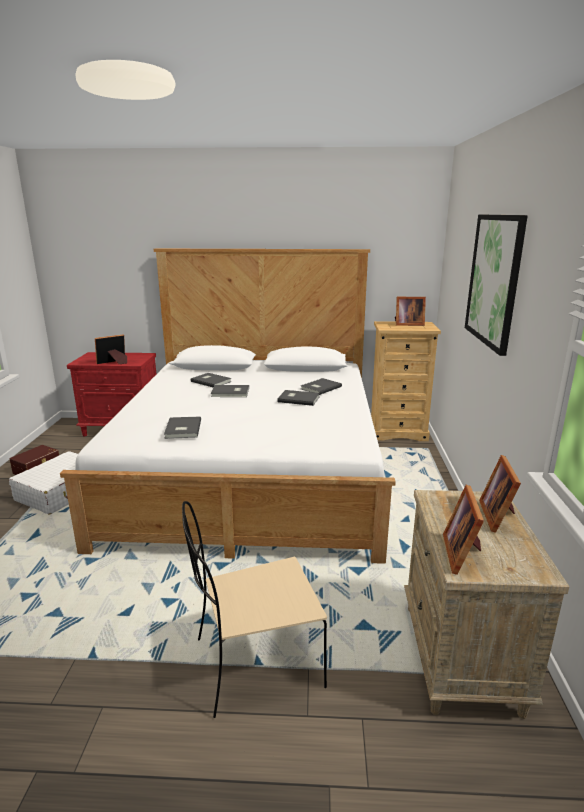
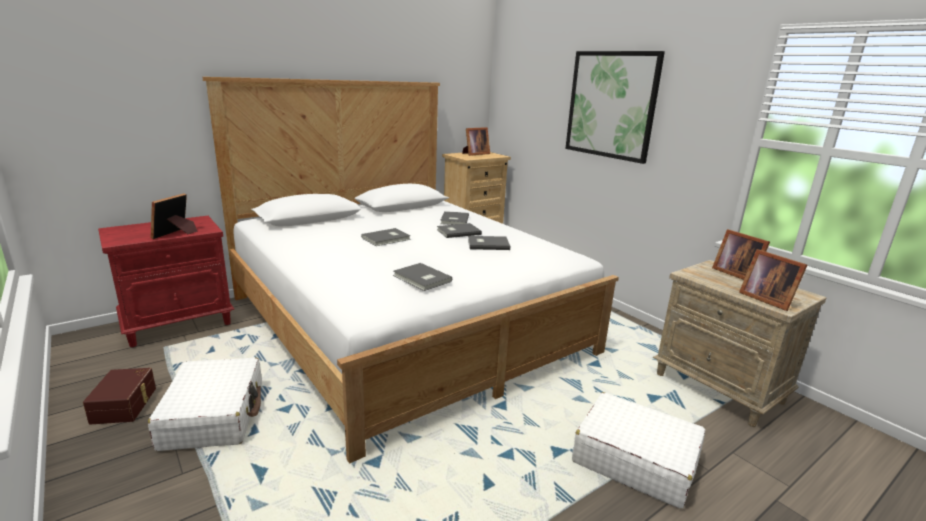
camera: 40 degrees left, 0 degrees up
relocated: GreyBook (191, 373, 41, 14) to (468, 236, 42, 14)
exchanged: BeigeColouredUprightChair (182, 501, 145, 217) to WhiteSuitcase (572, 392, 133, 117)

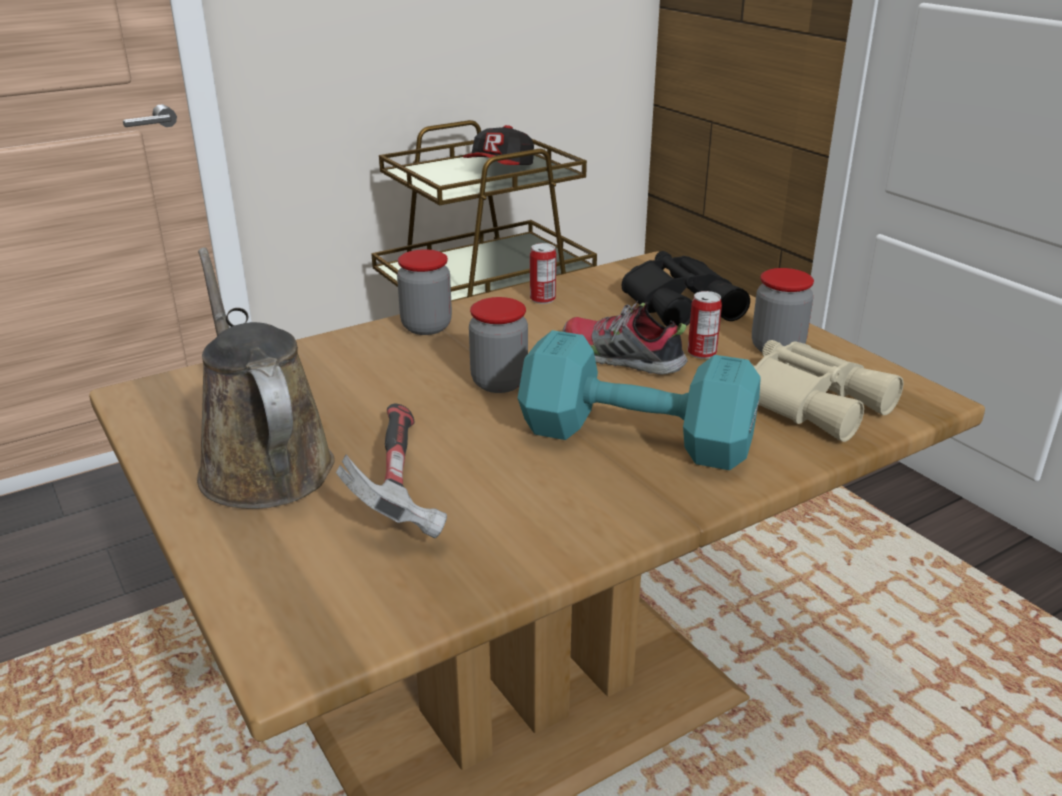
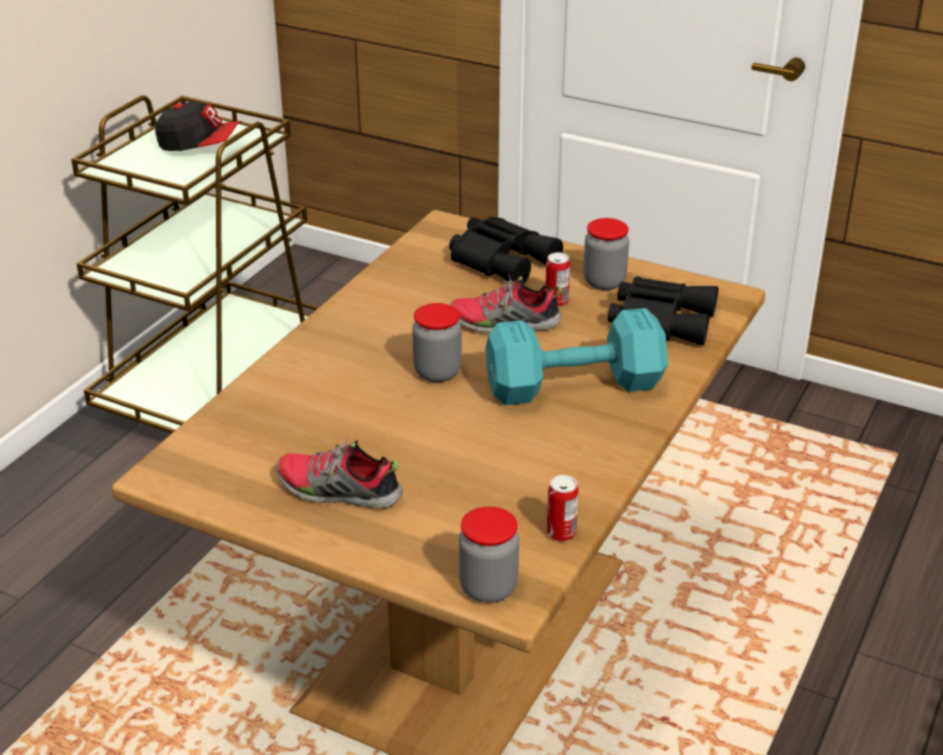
camera: 30 degrees left, 5 degrees up
missing: Hammer (336, 404, 111, 134)
relocated: Jar (397, 249, 55, 86) to (459, 506, 60, 97); Can (530, 243, 26, 61) to (546, 475, 33, 67)
exchanged: BrownSprinklingCan (197, 247, 138, 262) to LowShoe (276, 436, 127, 73)
colour: BeigeColouredBinoculars (751, 340, 153, 102) to BlackBinoculars (608, 276, 110, 70)
spun: BaseballCap (463, 125, 71, 40) = (155, 101, 87, 50) 75 degrees counterclockwise

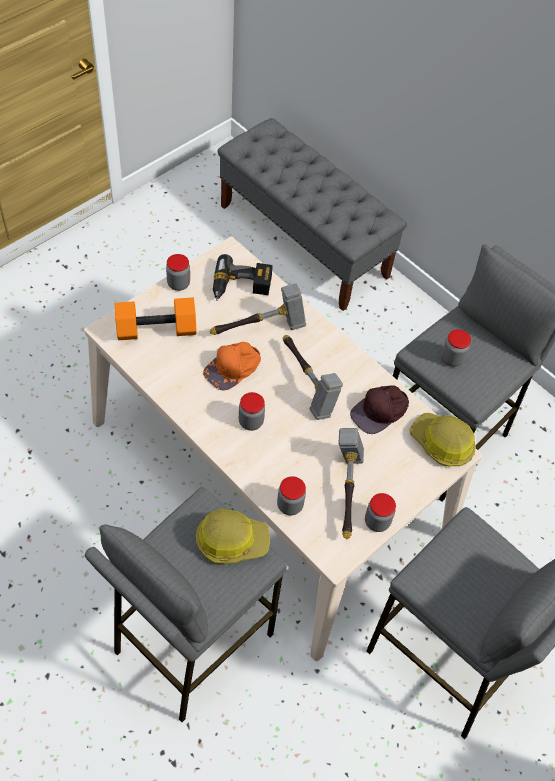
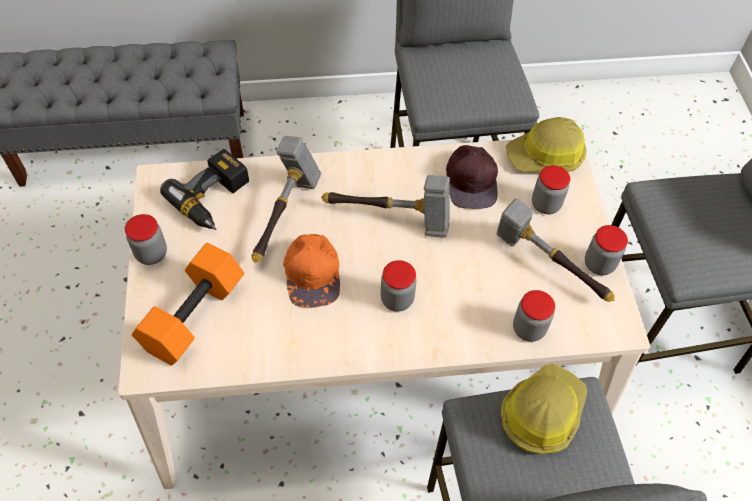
camera: 50 degrees left, 0 degrees up
relocated: Jar (441, 329, 30, 38) to (532, 165, 38, 49)

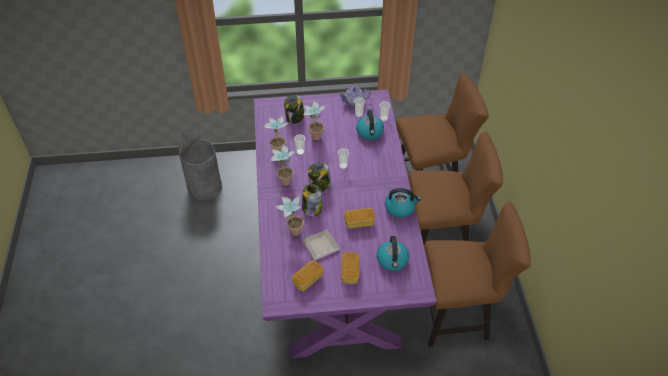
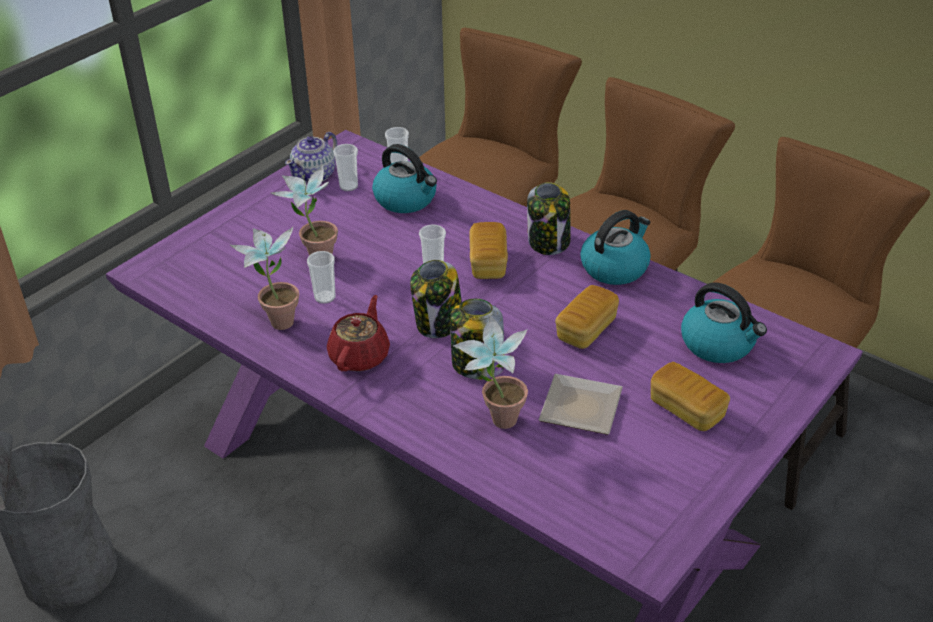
camera: 45 degrees left, 10 degrees down
relocated: BakeryBread (292, 260, 31, 31) to (469, 222, 39, 57); Jar (284, 95, 20, 29) to (527, 182, 44, 73)
exchanged: PottedPlant (271, 144, 25, 42) to ReddishPotForTea (327, 295, 63, 76)

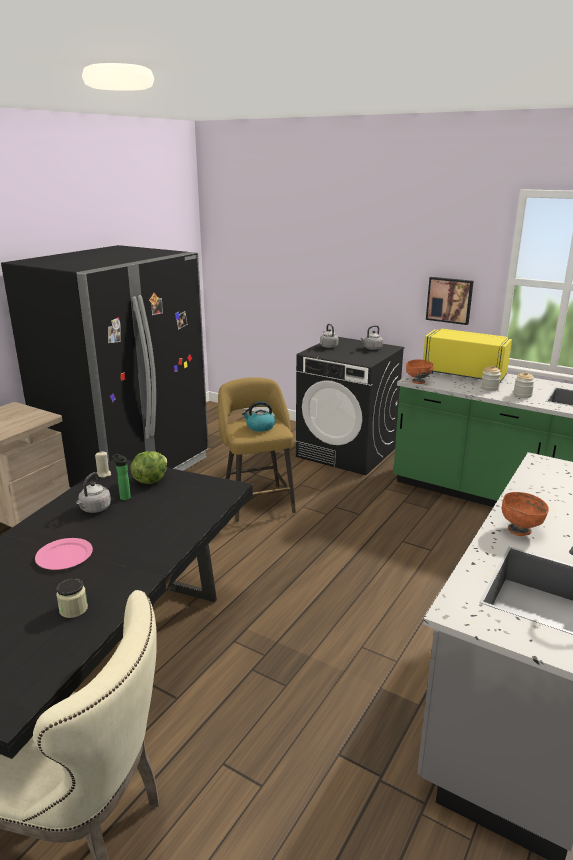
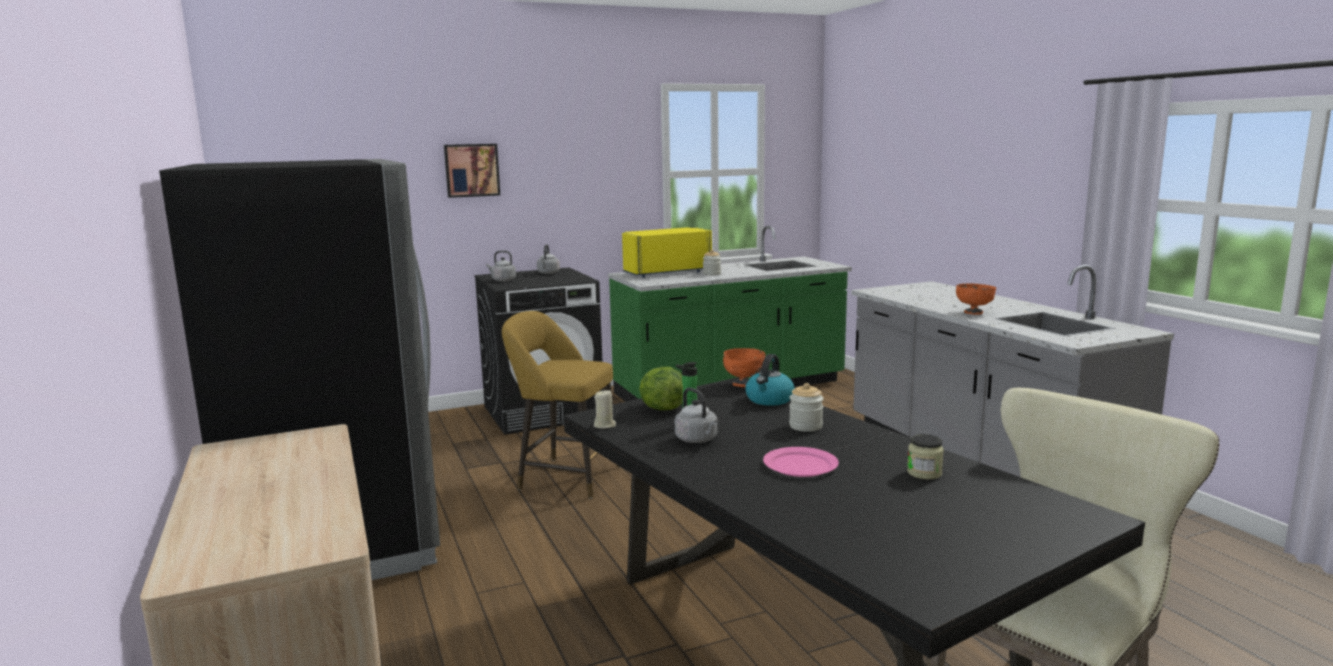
camera: 55 degrees left, 10 degrees down
relocated: Picture (426, 277, 48, 48) to (444, 144, 56, 54); OrangeColouredServingBowl (406, 359, 27, 25) to (723, 348, 43, 39); TeaKettle (242, 401, 33, 31) to (745, 354, 50, 52); Jar (513, 372, 22, 26) to (789, 383, 35, 49)

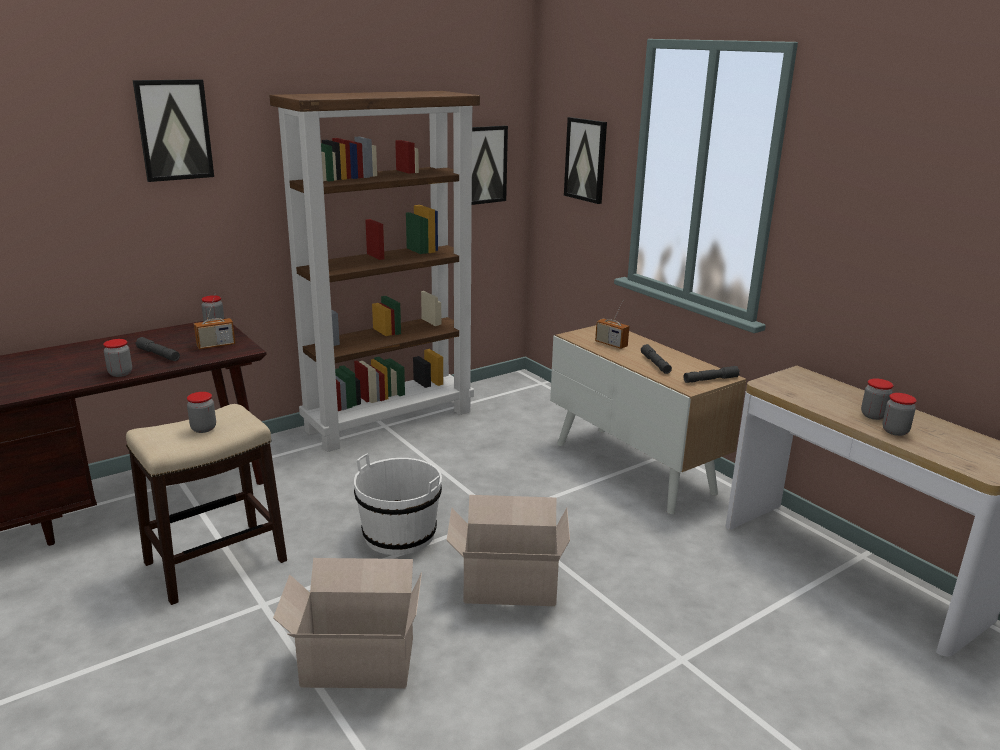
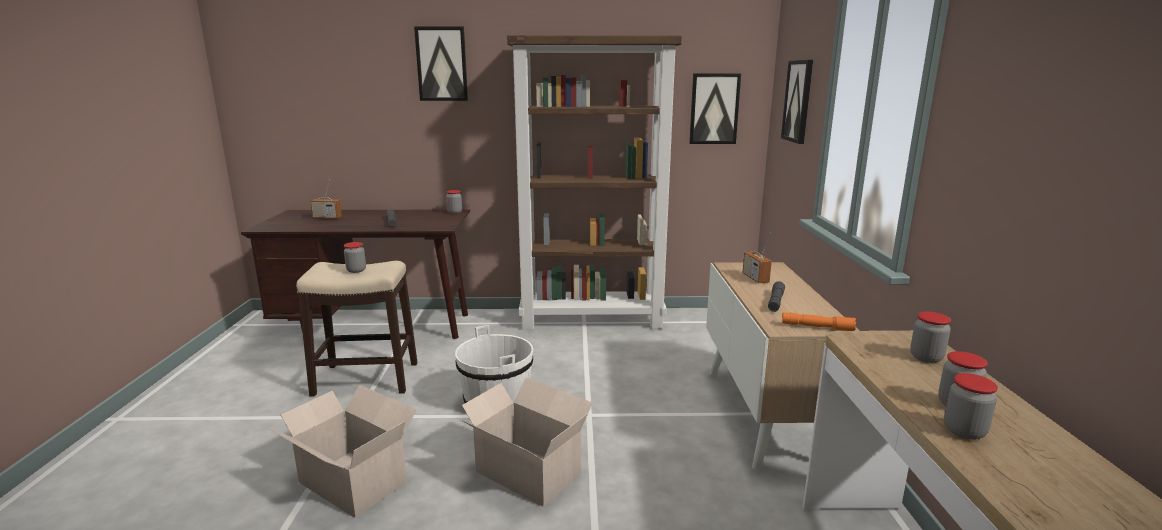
camera: 35 degrees right, 5 degrees down
relocated: Radio (194, 293, 41, 56) to (310, 179, 32, 40); Jar (103, 339, 29, 38) to (910, 312, 41, 51)
colour: GreyFlashlight (684, 366, 55, 17) to OrangeColouredFlashlight (782, 312, 74, 19)

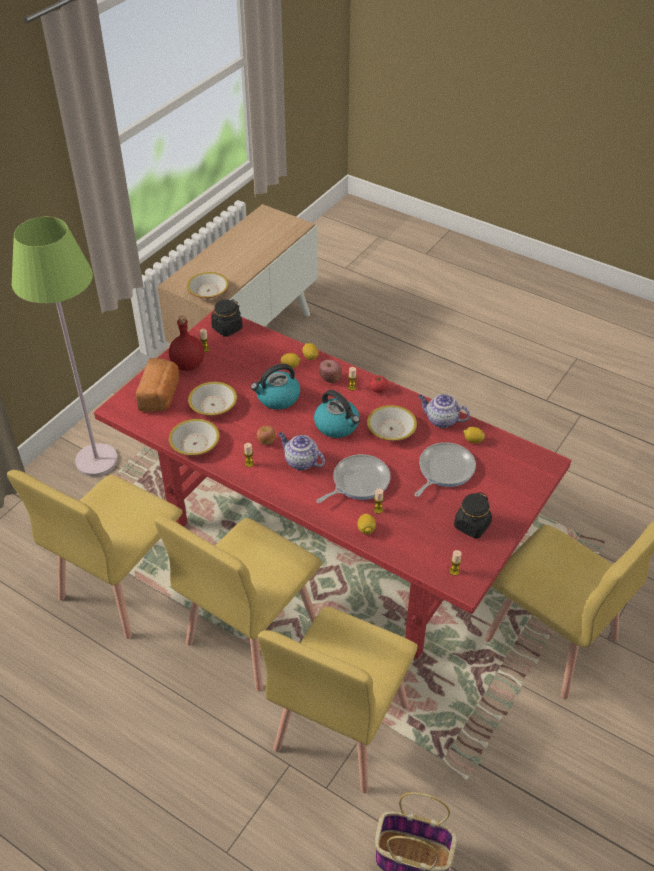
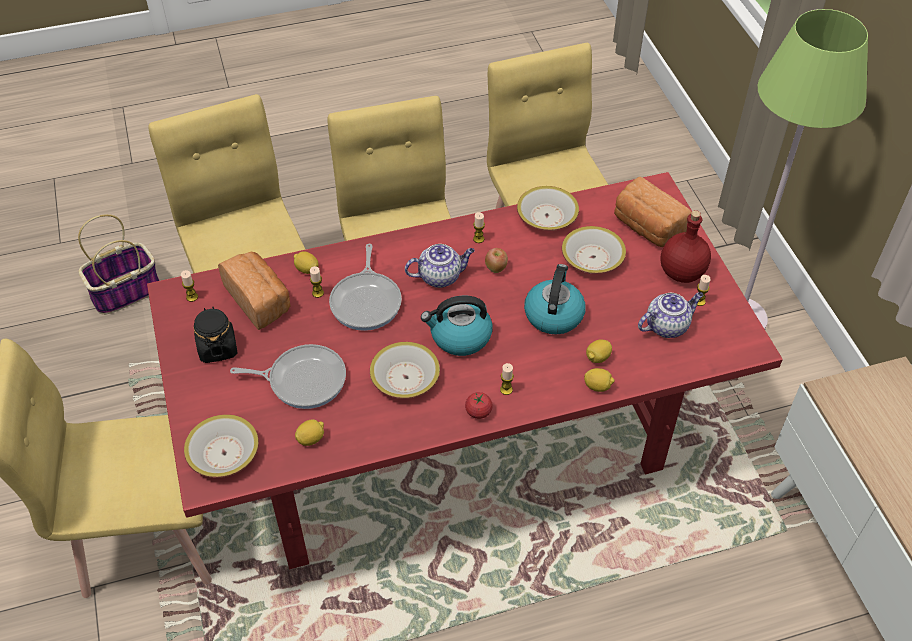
camera: 130 degrees right, 5 degrees up
missing: BlackJar (211, 299, 31, 38); WholeApple (319, 360, 23, 23)
appeared: BakeryBread (218, 252, 72, 78)
relocated: ServingBowl (187, 272, 42, 27) to (184, 414, 75, 64); PotForTea (418, 394, 52, 34) to (638, 292, 66, 46)
spun: FryingPan (414, 442, 62, 55) = (230, 344, 116, 65) 75 degrees counterclockwise

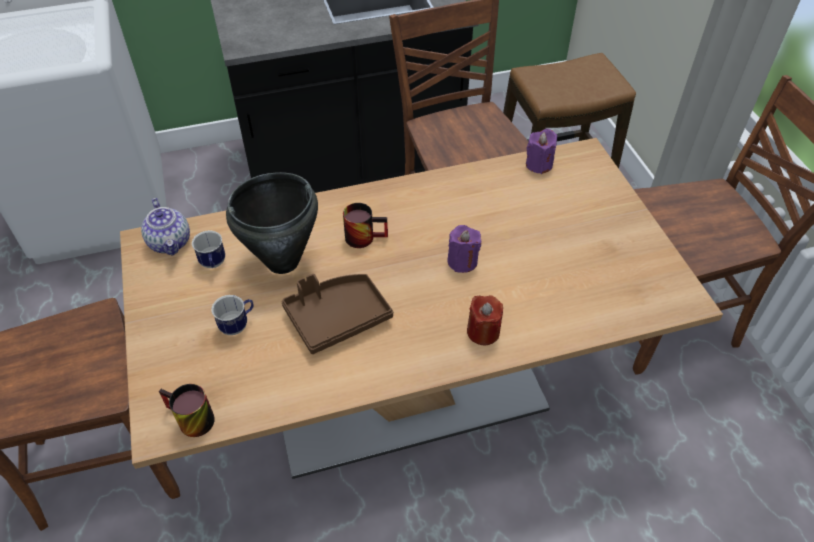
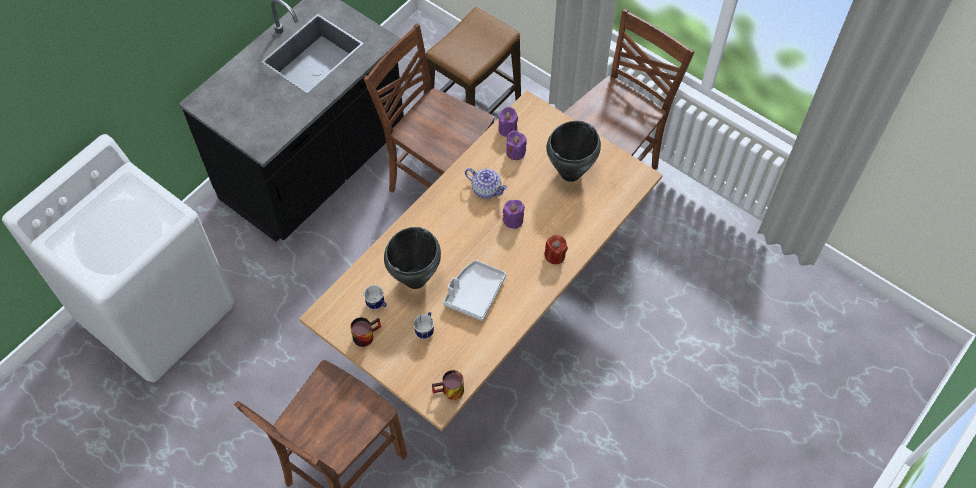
camera: 35 degrees left, 10 degrees up
appeared: PurplishWaxCandle (506, 130, 21, 30); BlackSaucepot (546, 121, 55, 61)
relocated: CoffeeMug (343, 203, 45, 45) to (350, 317, 31, 30); PotForTea (141, 198, 49, 58) to (465, 168, 43, 31)
colour: BrownTray (282, 274, 111, 80) to GreyTray (443, 260, 63, 61)

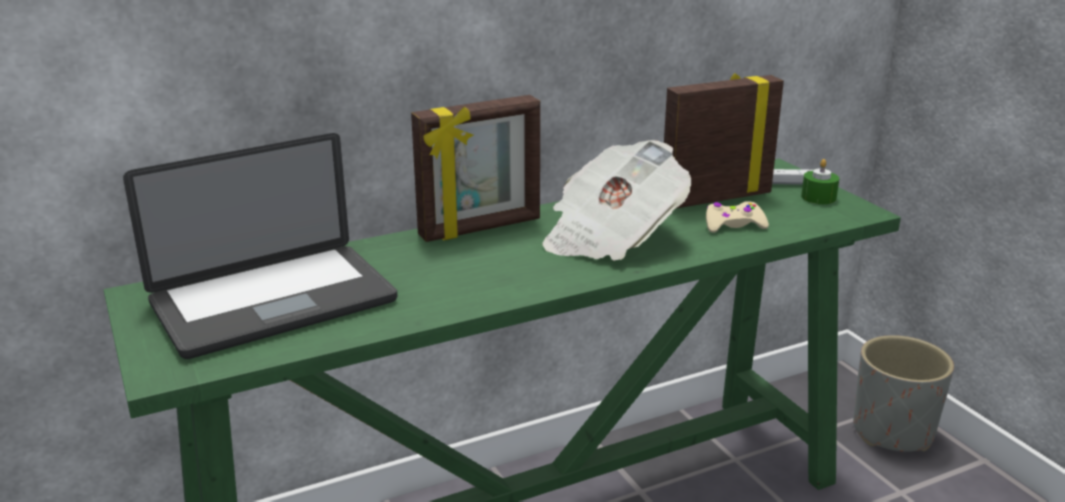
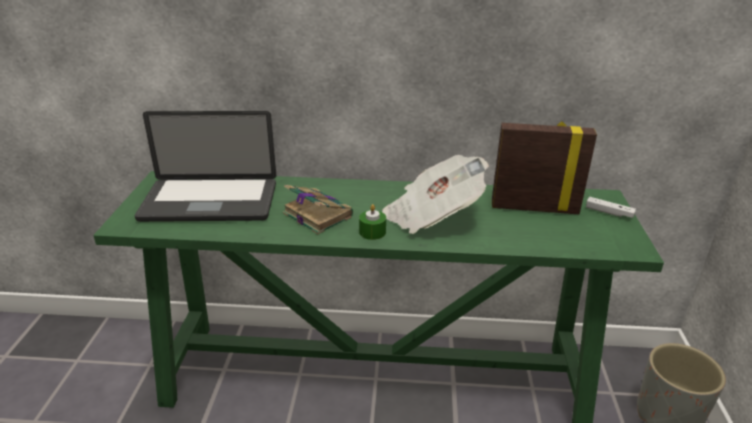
camera: 30 degrees right, 5 degrees up
missing: PictureFrame (411, 95, 129, 147); BeigeColouredGameController (706, 201, 63, 32)
appeared: Book (283, 185, 70, 49)
relocated: GreenishWaxCandle (801, 159, 38, 45) to (359, 204, 27, 36)

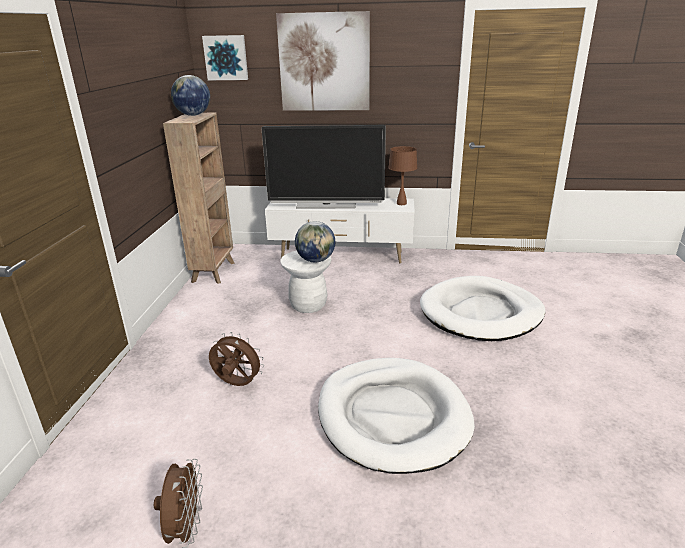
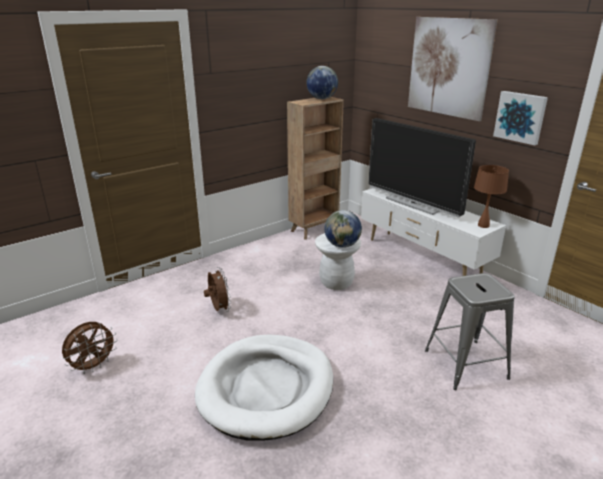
camera: 45 degrees right, 0 degrees up
relocated: Picture (202, 35, 46, 45) to (493, 91, 55, 54)
exchanged: WhitePetBed (420, 276, 126, 65) to GreySittingStool (425, 273, 90, 117)

